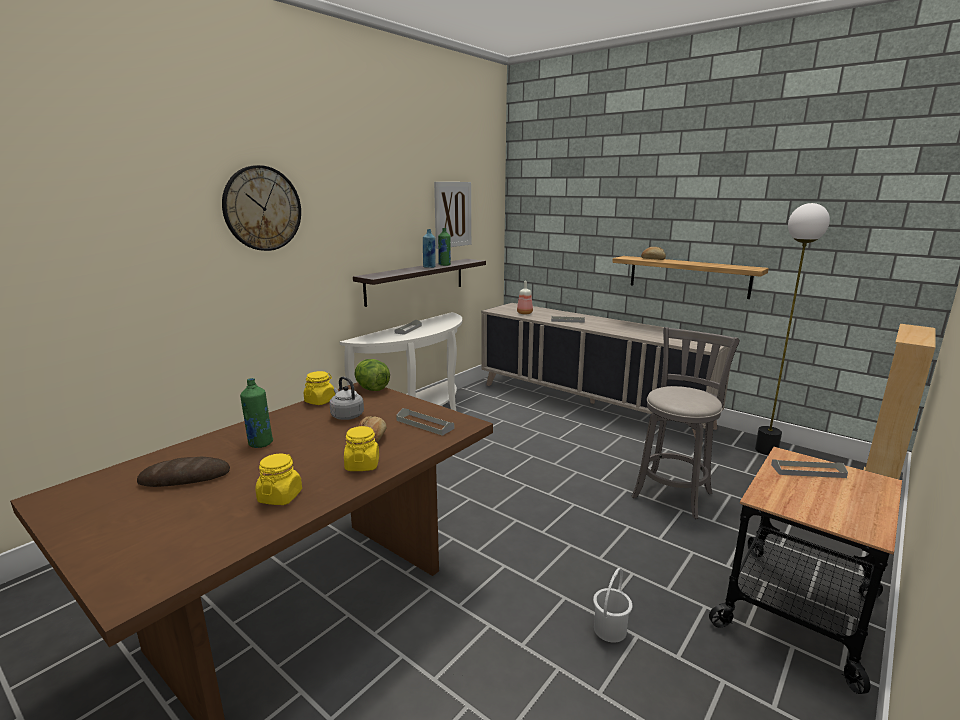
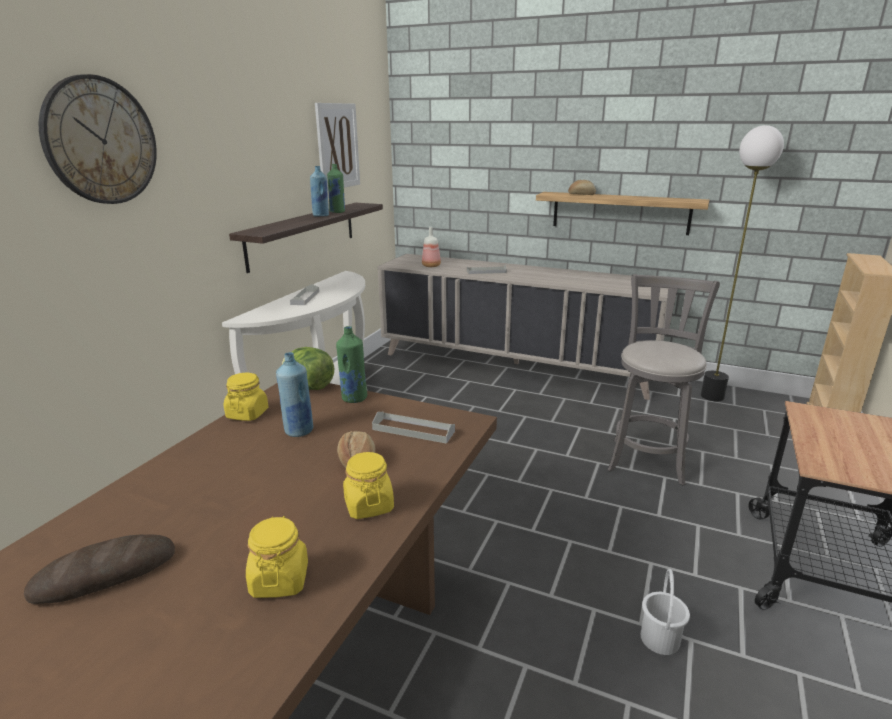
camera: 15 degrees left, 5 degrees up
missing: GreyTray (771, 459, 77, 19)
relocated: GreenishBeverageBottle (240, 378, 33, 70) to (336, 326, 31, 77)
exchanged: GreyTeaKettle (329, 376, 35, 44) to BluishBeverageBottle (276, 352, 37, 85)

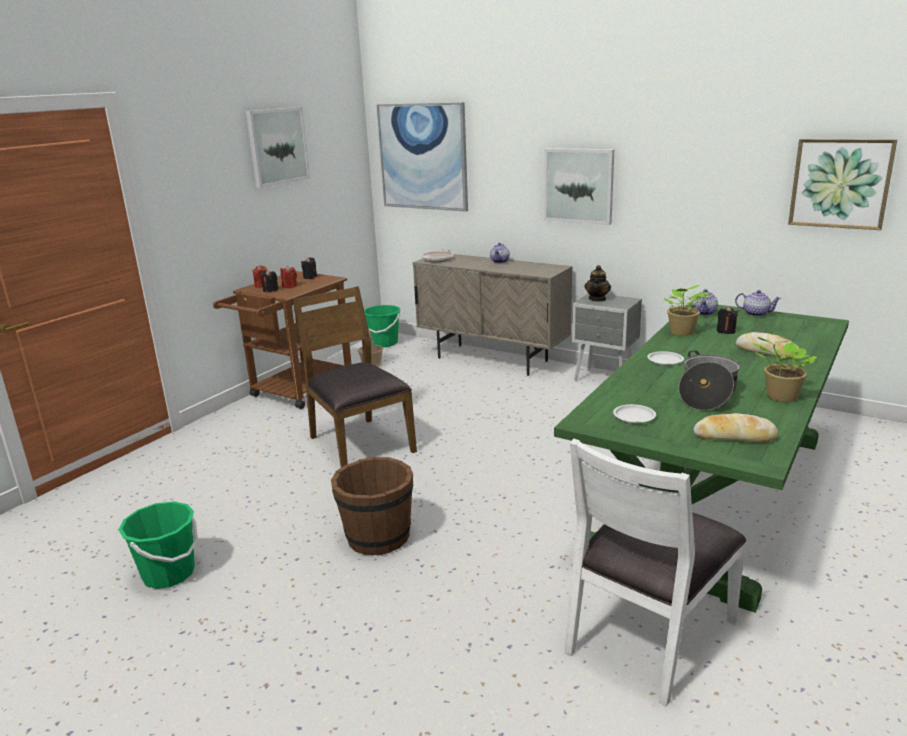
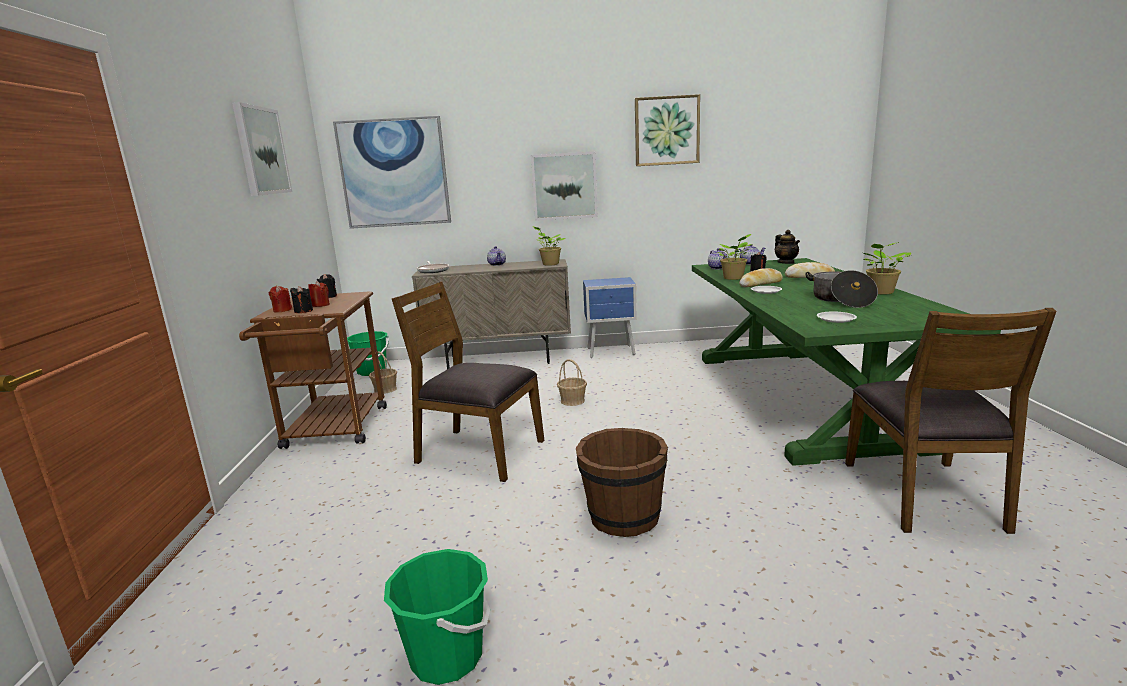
camera: 35 degrees left, 5 degrees down
appeared: PottedPlant (533, 226, 33, 40); Basket (557, 359, 30, 47)
relocated: Picture (788, 139, 110, 91) to (635, 94, 65, 72); BakeryBread (694, 413, 84, 29) to (739, 268, 44, 19); PotForTea (584, 265, 27, 37) to (775, 230, 25, 34)
colour: GreyNightstand (572, 294, 70, 87) to BluishNightstand (583, 277, 54, 81); WhiteUprightChair (565, 439, 182, 267) to BrownUprightChair (845, 308, 211, 226)

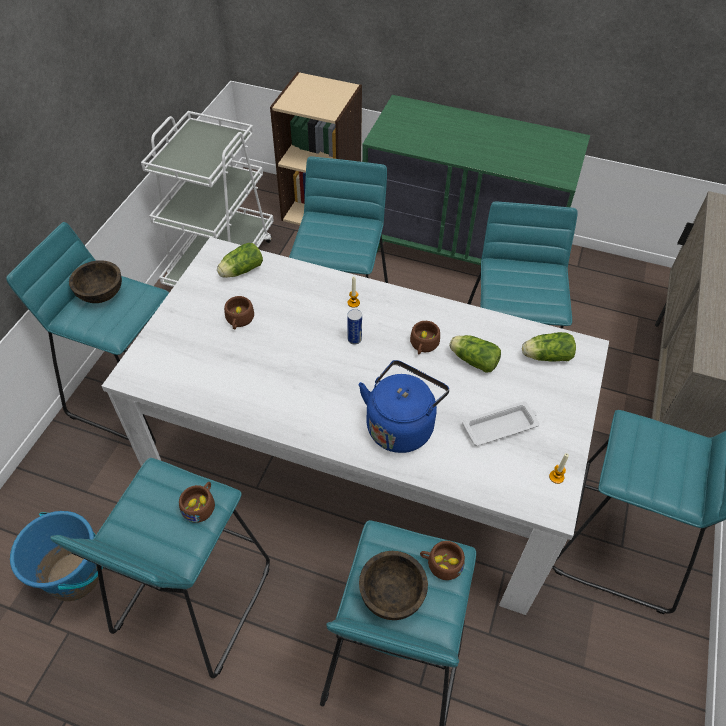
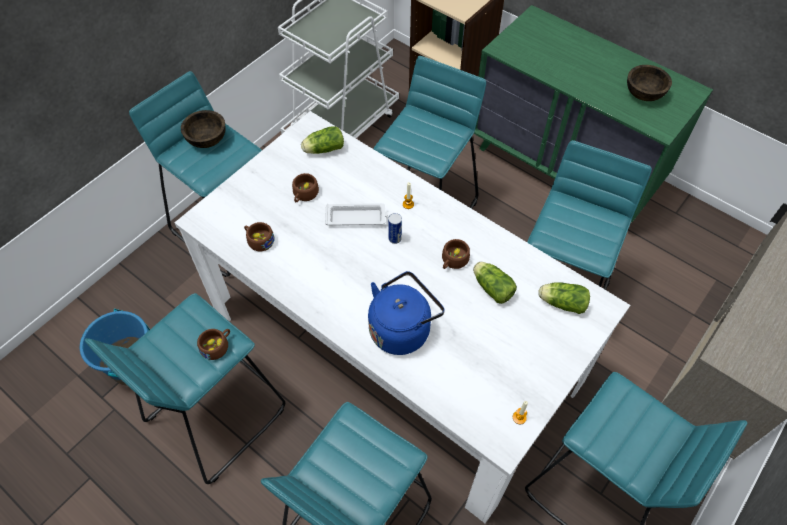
camera: 20 degrees right, 5 degrees up
relocated: BrownDrinkingCup (420, 541, 45, 39) to (244, 222, 31, 29); WhiteTray (462, 401, 78, 45) to (325, 203, 63, 22); BrownServingBowl (359, 551, 69, 69) to (627, 65, 45, 36)

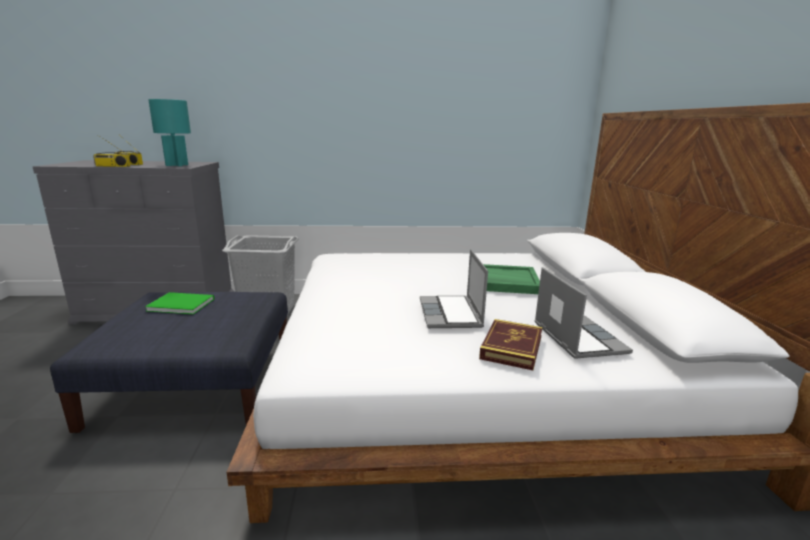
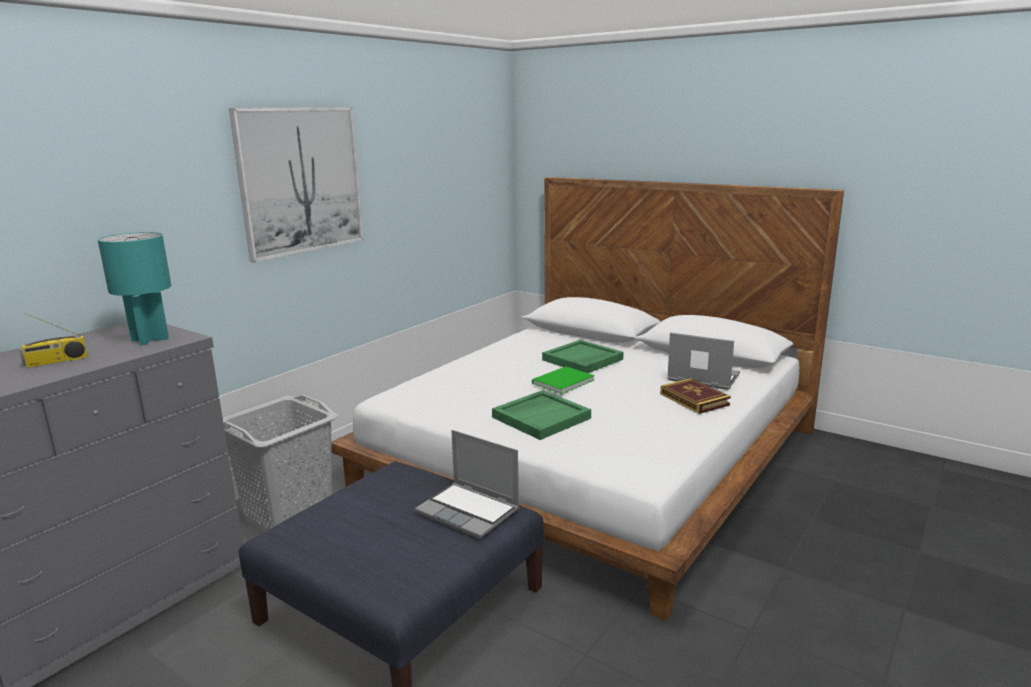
camera: 50 degrees left, 0 degrees up
missing: Radio (93, 135, 37, 32)
appeared: Picture (229, 107, 135, 156); GreenishTray (492, 390, 99, 50)
relocated: Laptop (420, 249, 68, 79) to (415, 430, 105, 109); GreenishBook (145, 292, 69, 22) to (532, 366, 63, 28)

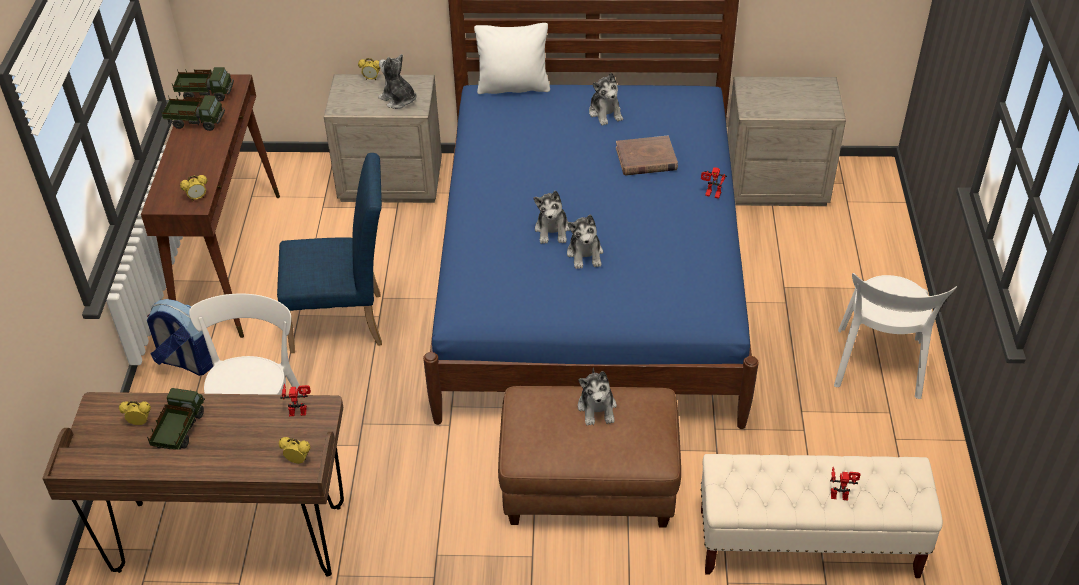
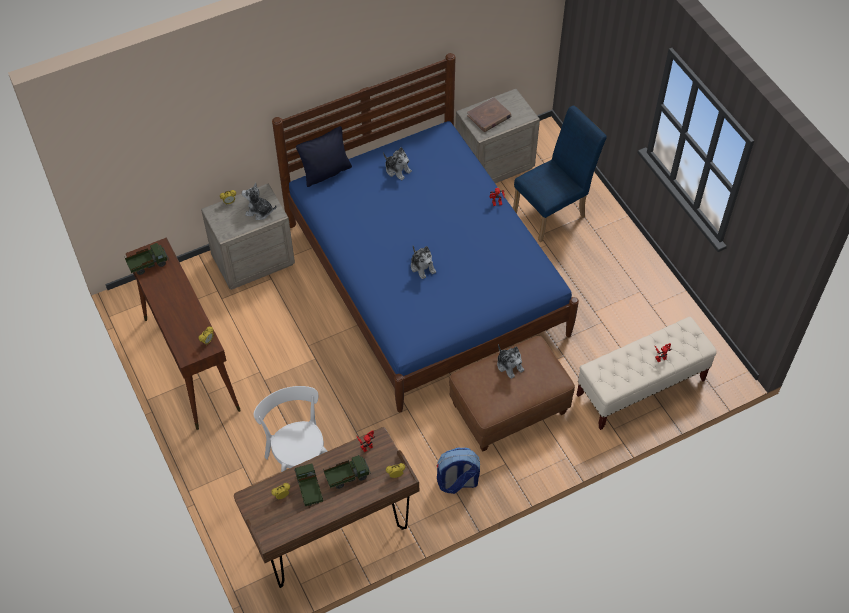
camera: 30 degrees left, 10 degrees up
missing: CuddlyToy (567, 215, 36, 54); WhiteUprightChair (834, 273, 123, 126)
relocated: ModelTruck (161, 95, 64, 36) to (324, 455, 47, 34); Backpack (147, 299, 66, 77) to (437, 447, 43, 47); BrownBook (616, 135, 62, 41) to (467, 97, 44, 35); BluishUprightChair (277, 153, 105, 200) to (513, 106, 94, 136)
colour: WhiteThrowPillow (474, 23, 76, 71) to BlackThrowPillow (296, 126, 56, 61)

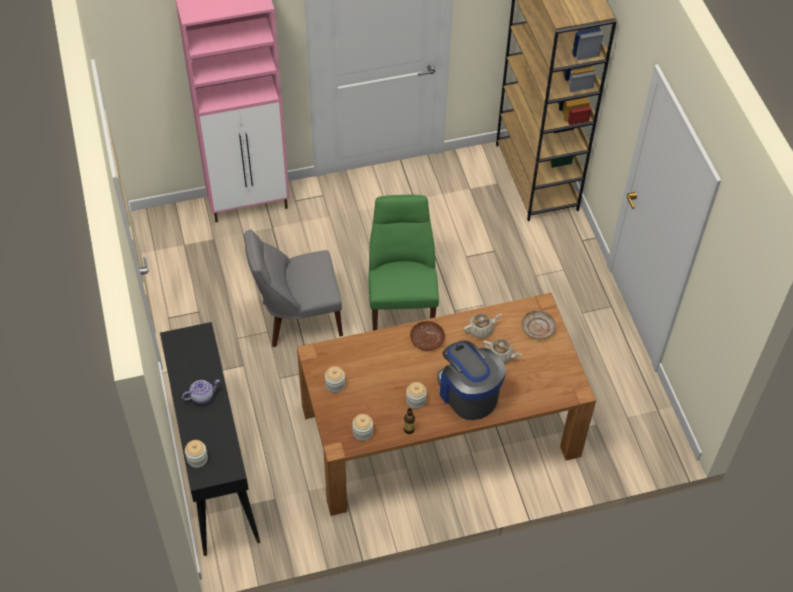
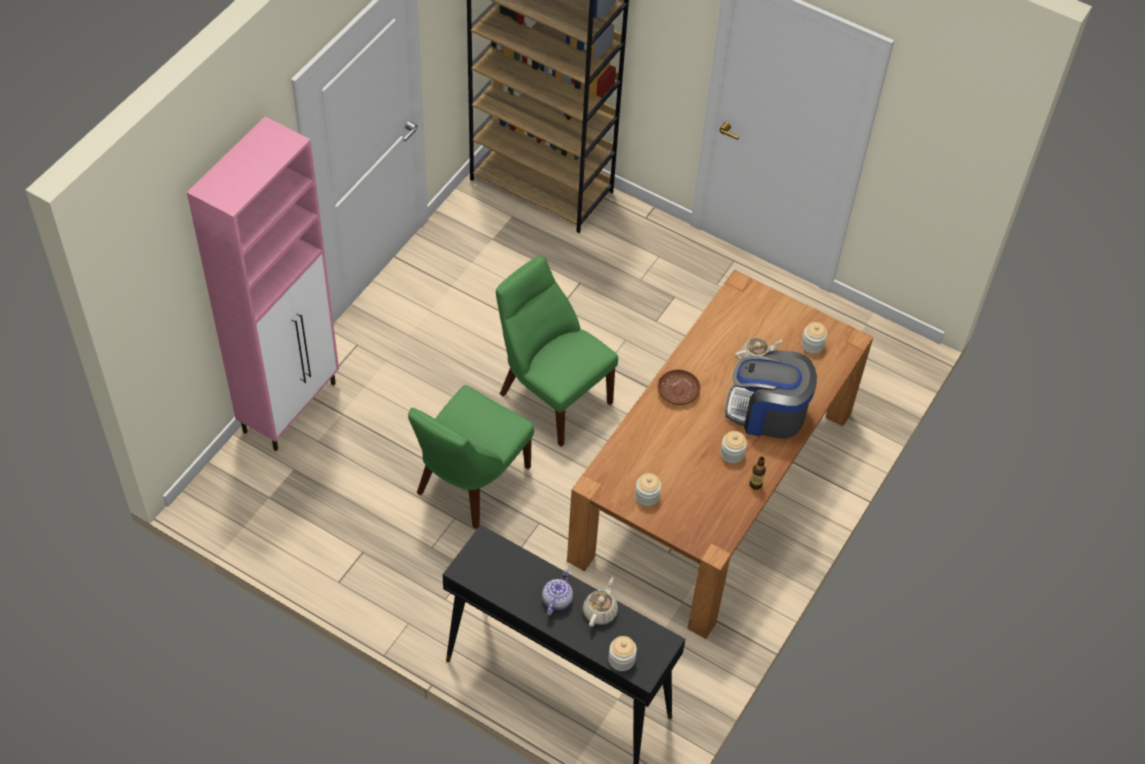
camera: 45 degrees left, 0 degrees up
missing: BeigeColouredDinnerPlate (521, 310, 35, 29)
relocated: BeigeColouredPotForTea (463, 313, 38, 25) to (583, 577, 35, 50); Jar (353, 414, 20, 27) to (801, 322, 26, 32)
colour: GreyUprightChair (244, 229, 99, 118) to GreenishUprightChair (408, 385, 126, 144)

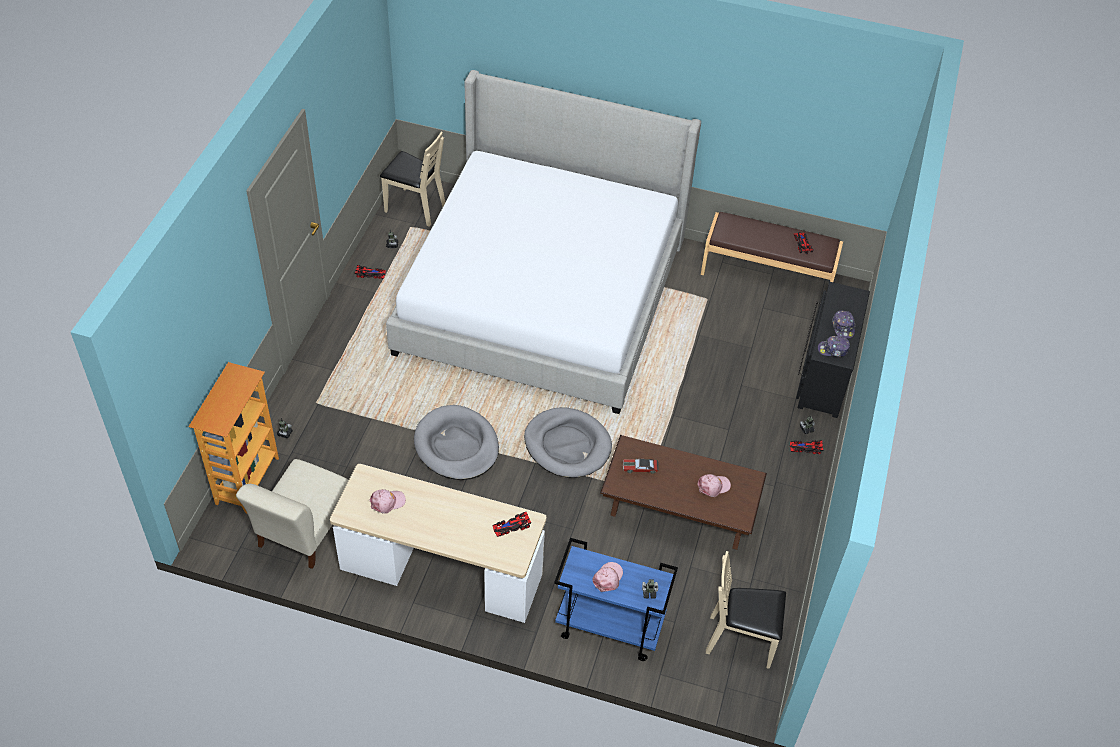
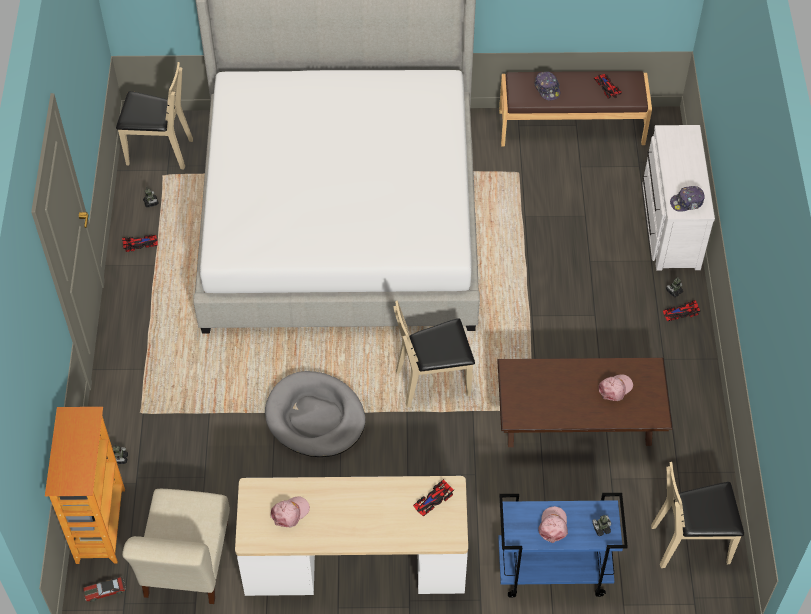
camera: 15 degrees left, 5 degrees up
relocated: ModelCar (623, 458, 36, 16) to (83, 577, 43, 25); BaseballCap (832, 311, 24, 28) to (534, 72, 26, 28)
exchanged: GreyPetBed (524, 407, 88, 71) to BeigeColouredUprightChair (393, 300, 82, 107)
colour: BlackDresser (796, 282, 74, 136) to WhiteDresser (642, 125, 73, 146)

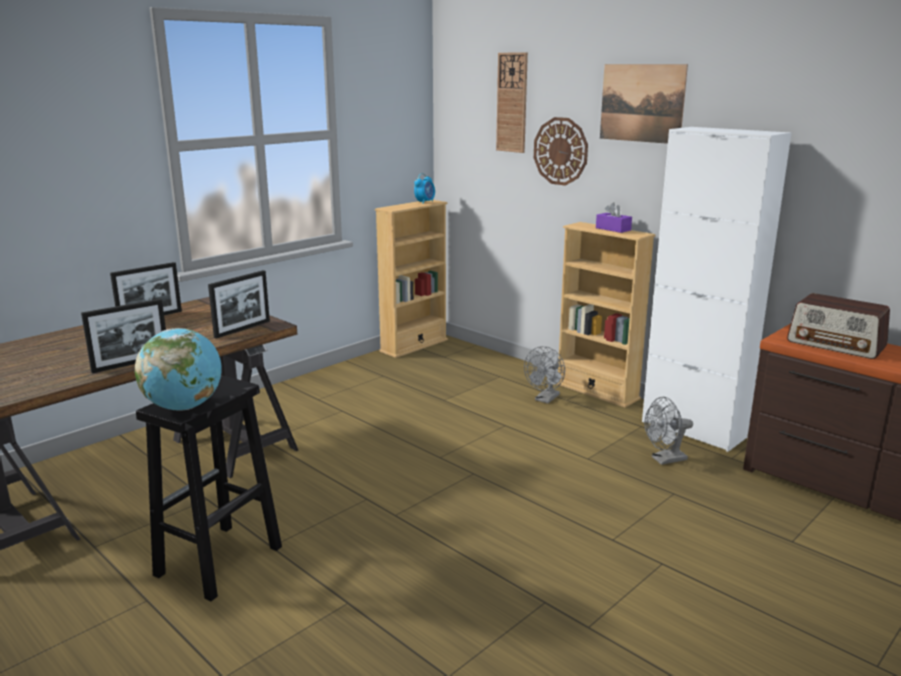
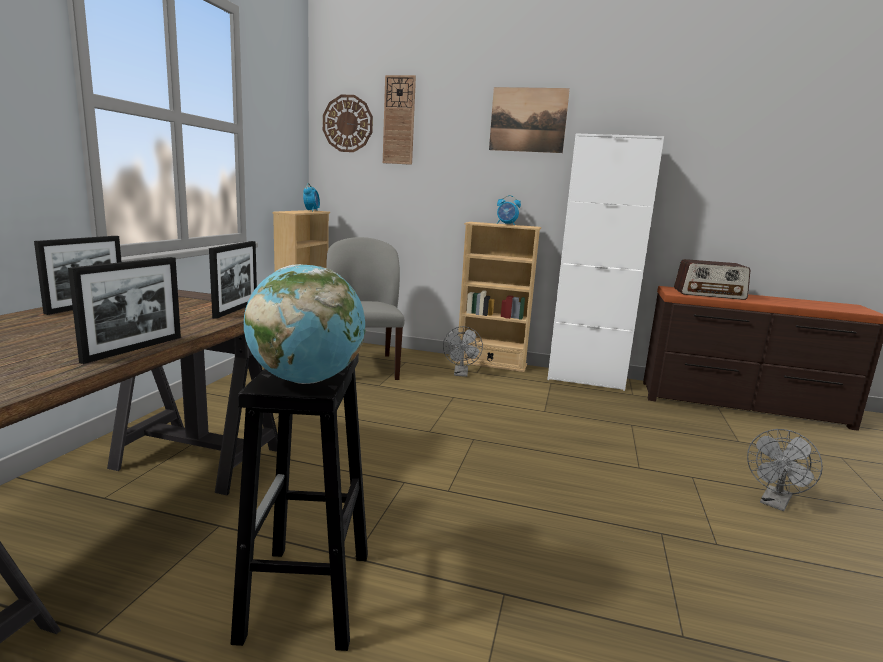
camera: 30 degrees left, 5 degrees down
appeared: GreyUprightChair (326, 237, 79, 143)
relocated: HangingClock (534, 117, 54, 69) to (323, 95, 50, 57); GreyCoolingFan (644, 397, 49, 68) to (747, 429, 76, 82)
exchanged: PurplishTissueHolder (596, 202, 36, 31) to AlarmClock (497, 195, 24, 30)

